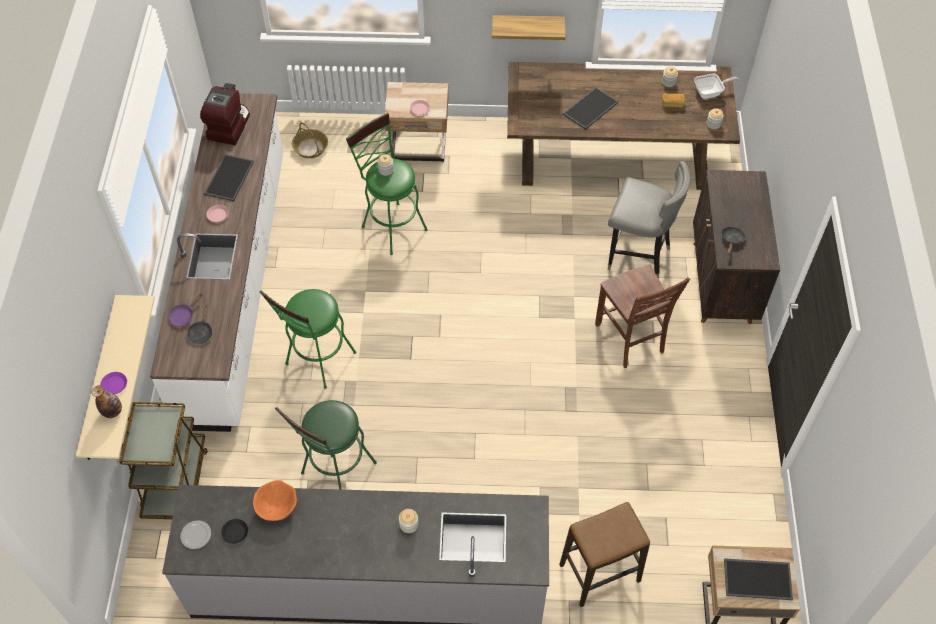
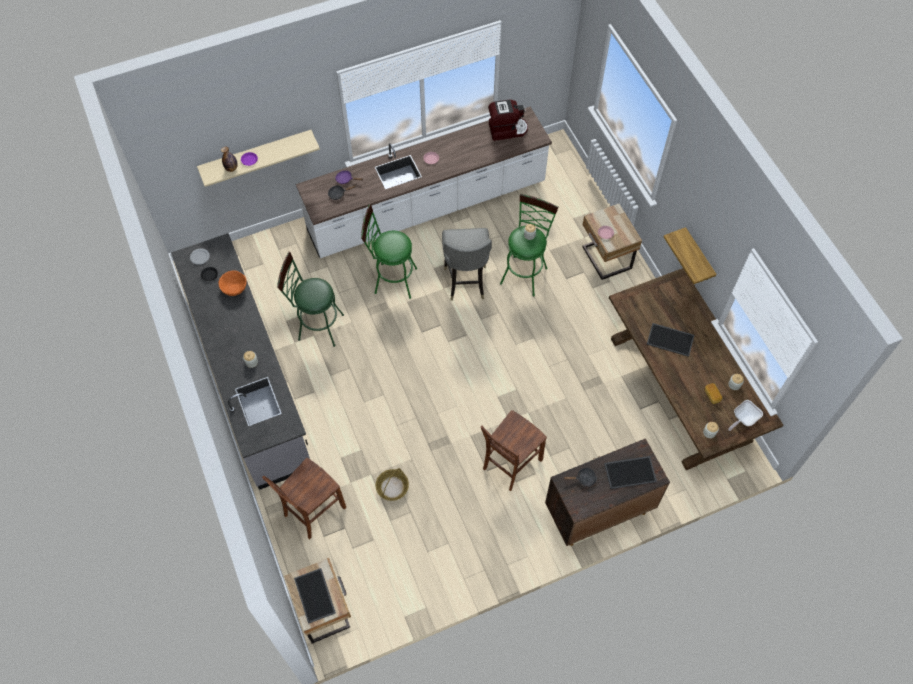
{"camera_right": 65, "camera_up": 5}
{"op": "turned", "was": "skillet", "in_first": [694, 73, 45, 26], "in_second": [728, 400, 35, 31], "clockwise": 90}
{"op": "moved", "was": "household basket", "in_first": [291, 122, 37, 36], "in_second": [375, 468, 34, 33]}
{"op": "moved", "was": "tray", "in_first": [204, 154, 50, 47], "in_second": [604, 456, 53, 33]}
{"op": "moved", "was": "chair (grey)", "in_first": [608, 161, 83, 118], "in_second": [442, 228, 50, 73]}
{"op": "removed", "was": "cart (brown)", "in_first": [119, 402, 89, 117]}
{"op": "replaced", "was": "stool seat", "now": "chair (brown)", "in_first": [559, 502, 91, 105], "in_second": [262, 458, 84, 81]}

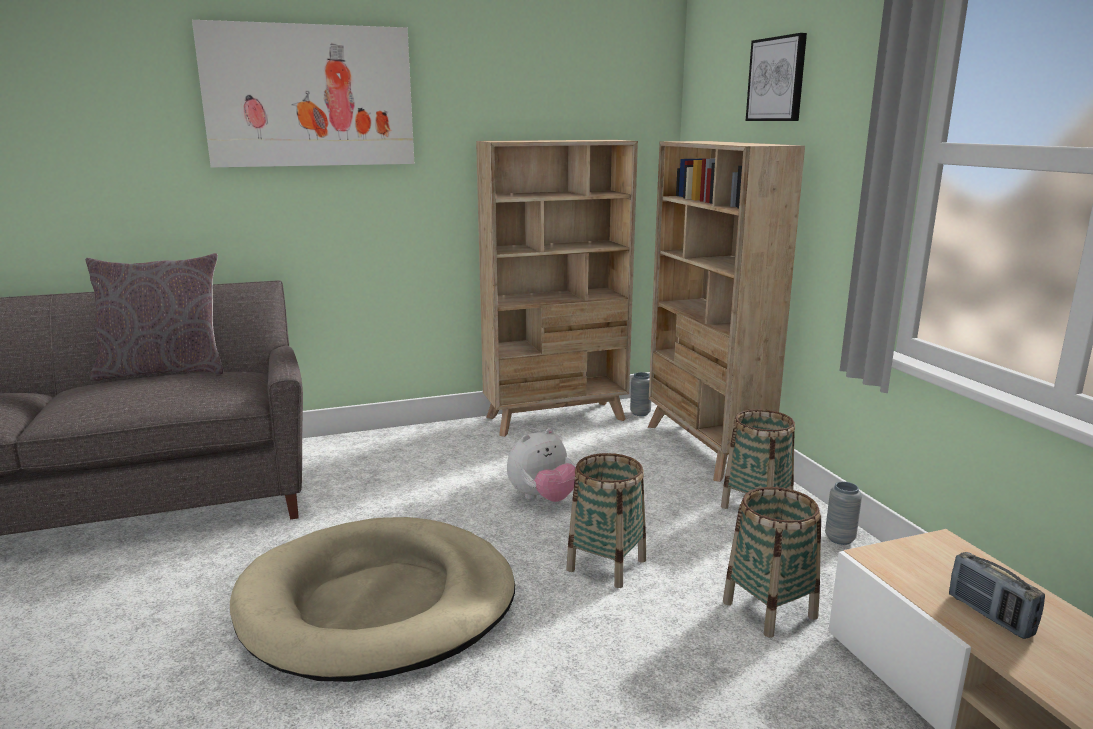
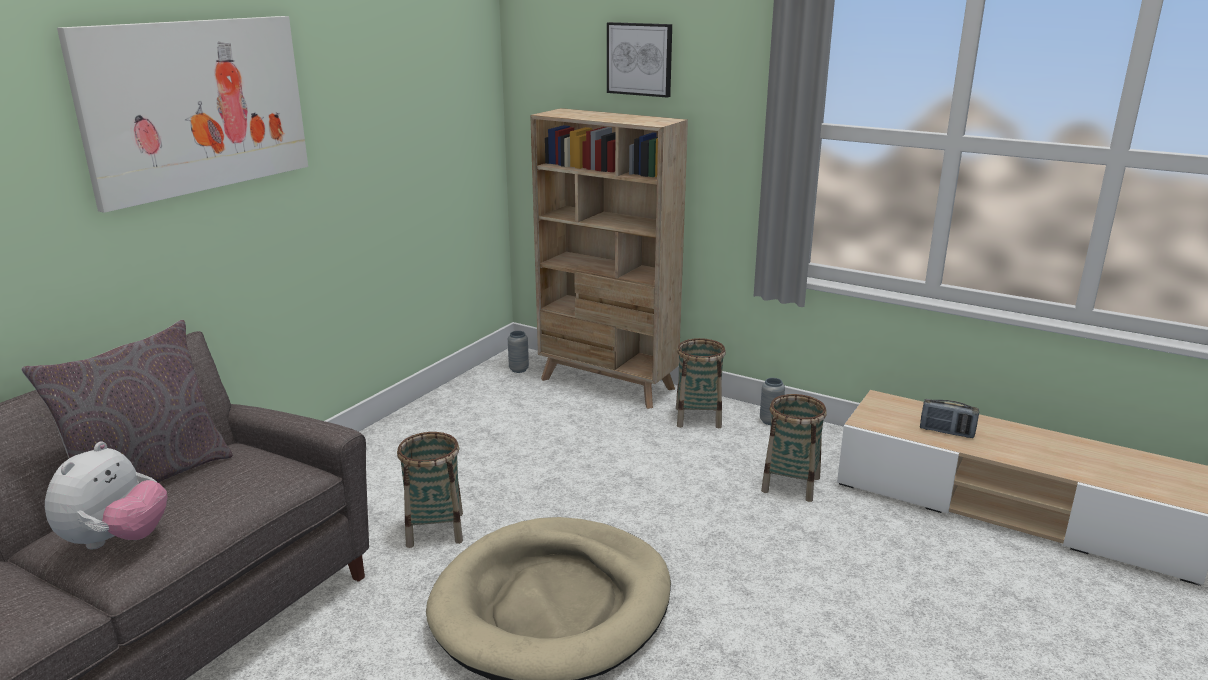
{"camera_right": -40, "camera_up": 5}
{"op": "removed", "was": "bookcase (beige-coloured)", "in_first": [476, 140, 162, 297]}
{"op": "moved", "was": "cuddly toy", "in_first": [507, 428, 69, 74], "in_second": [45, 442, 122, 107]}
{"op": "moved", "was": "household basket", "in_first": [566, 453, 80, 135], "in_second": [397, 432, 66, 116]}

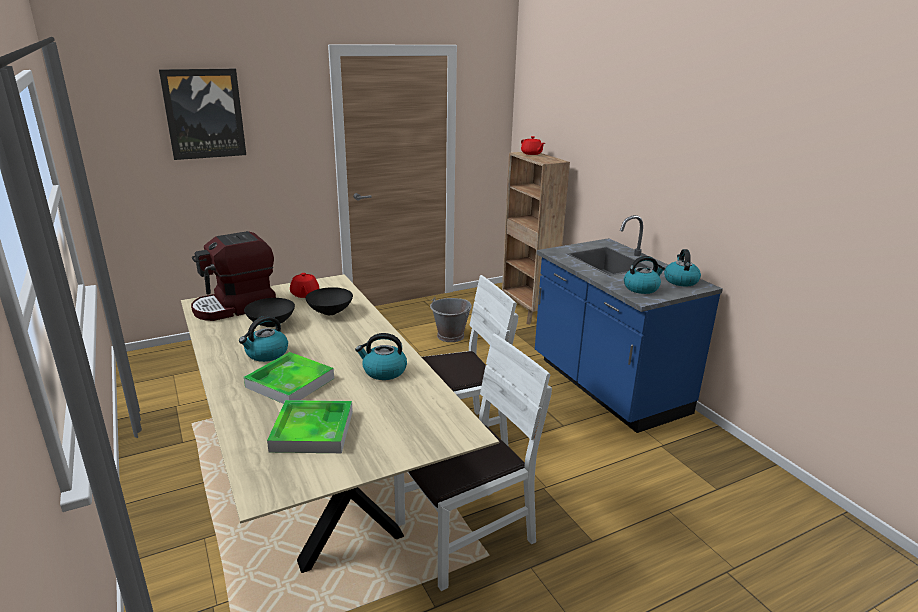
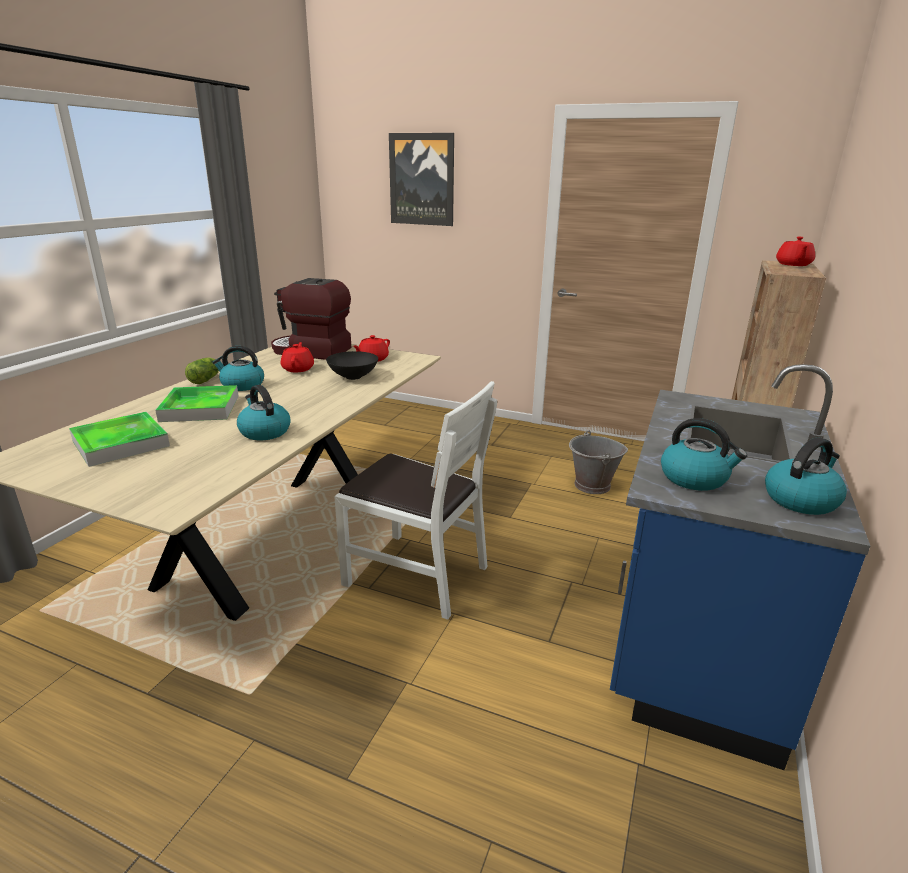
{"camera_right": 50, "camera_up": 0}
{"op": "replaced", "was": "bowl (black)", "now": "tea pot (red)", "in_first": [244, 298, 51, 29], "in_second": [281, 342, 33, 30]}
{"op": "removed", "was": "chair (white-coloured)", "in_first": [394, 334, 158, 257]}
{"op": "added", "now": "head of lettuce", "in_second": [185, 357, 34, 27]}

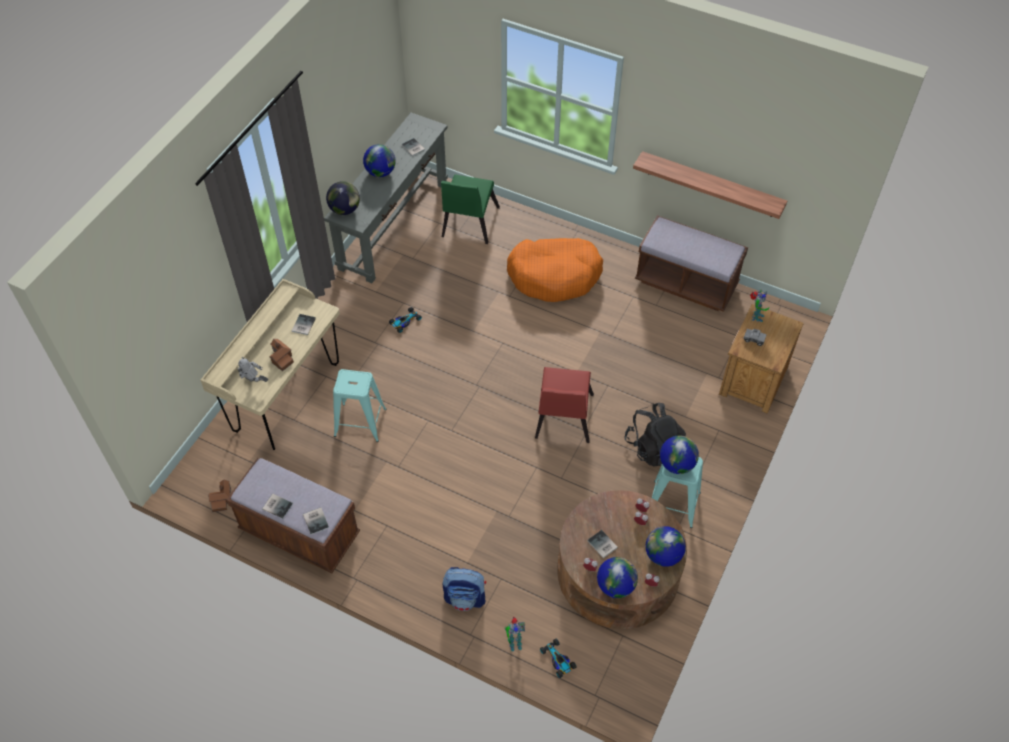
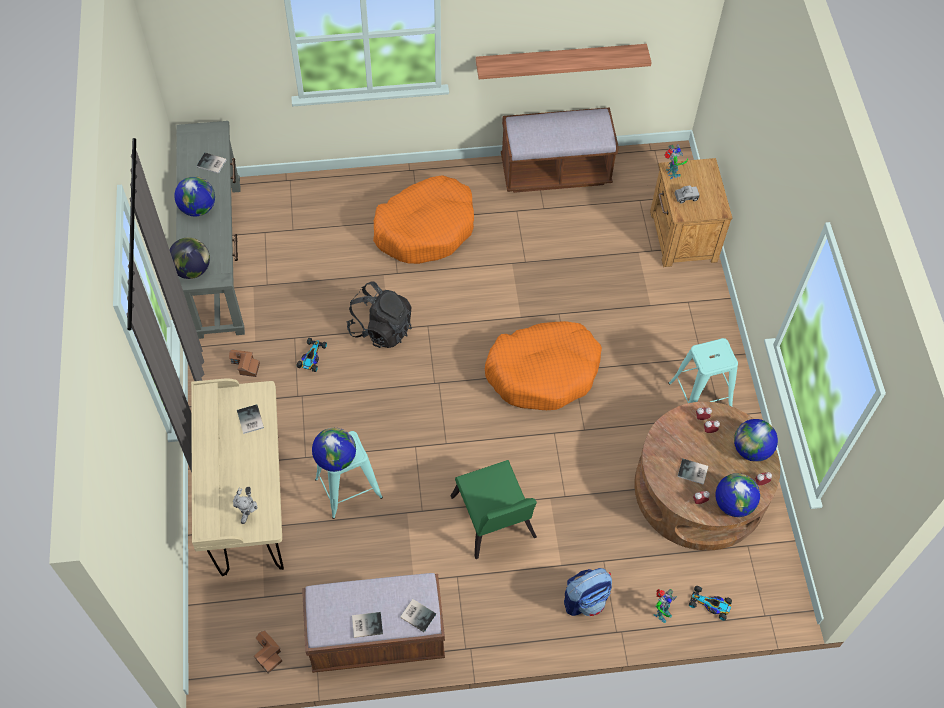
{"camera_right": -35, "camera_up": 5}
{"op": "moved", "was": "chair (greenish)", "in_first": [441, 174, 59, 70], "in_second": [451, 460, 86, 99]}
{"op": "moved", "was": "miniature house", "in_first": [269, 339, 25, 32], "in_second": [229, 349, 31, 28]}
{"op": "turned", "was": "model robot", "in_first": [238, 357, 30, 25], "in_second": [233, 487, 25, 37], "clockwise": -75}
{"op": "replaced", "was": "chair (red)", "now": "dog cushion (orange)", "in_first": [535, 367, 59, 76], "in_second": [485, 321, 117, 89]}
{"op": "moved", "was": "backpack (black)", "in_first": [625, 403, 61, 64], "in_second": [347, 281, 65, 67]}
{"op": "moved", "was": "desk globe", "in_first": [660, 436, 39, 38], "in_second": [312, 428, 44, 44]}

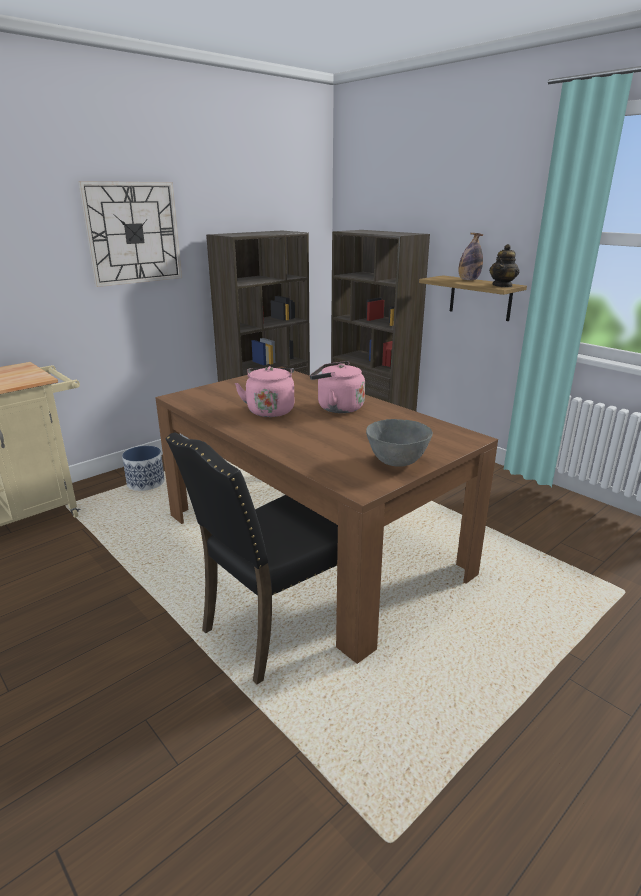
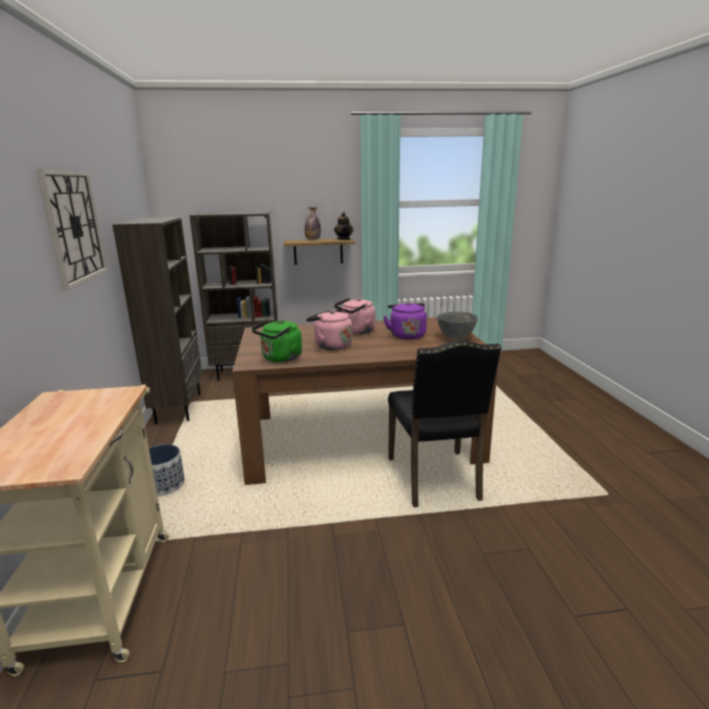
{"camera_right": -55, "camera_up": -5}
{"op": "added", "now": "water kettle (purple-coloured)", "in_second": [383, 302, 44, 38]}
{"op": "added", "now": "water kettle (greenish)", "in_second": [252, 320, 50, 42]}

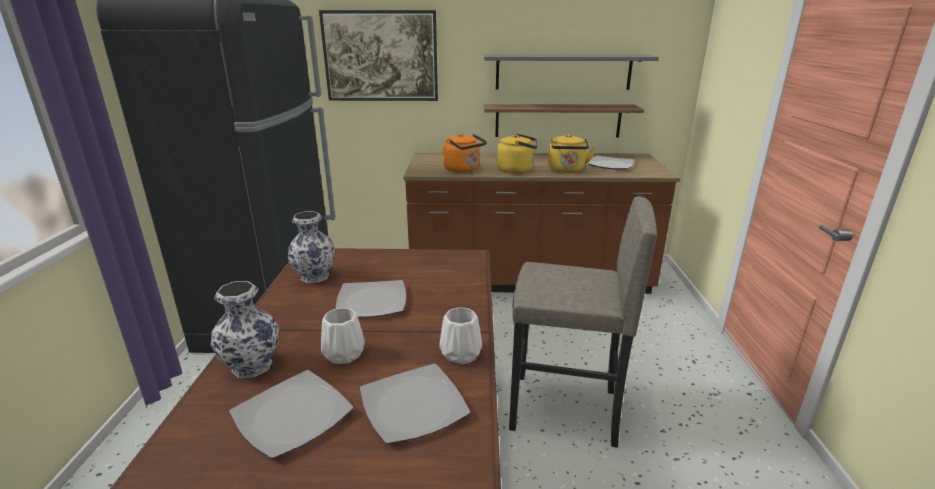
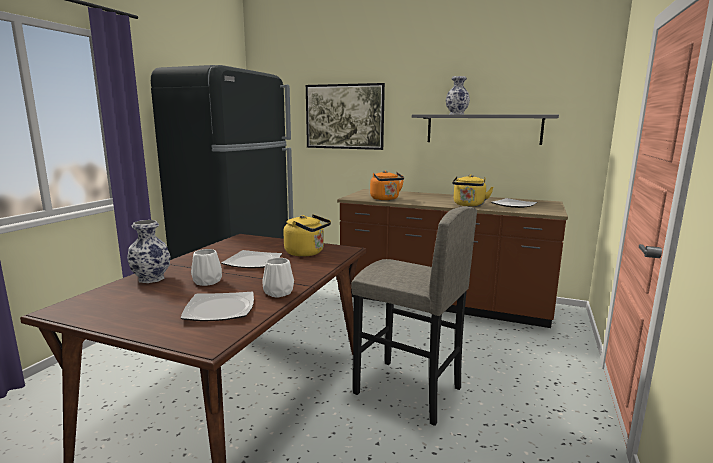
{"camera_right": 20, "camera_up": -10}
{"op": "removed", "was": "shelf", "in_first": [484, 104, 160, 34]}
{"op": "moved", "was": "water kettle (yellowish)", "in_first": [496, 133, 42, 41], "in_second": [283, 214, 48, 43]}
{"op": "moved", "was": "decorative vase", "in_first": [287, 211, 48, 72], "in_second": [446, 76, 24, 39]}
{"op": "removed", "was": "flat dish", "in_first": [229, 370, 124, 89]}

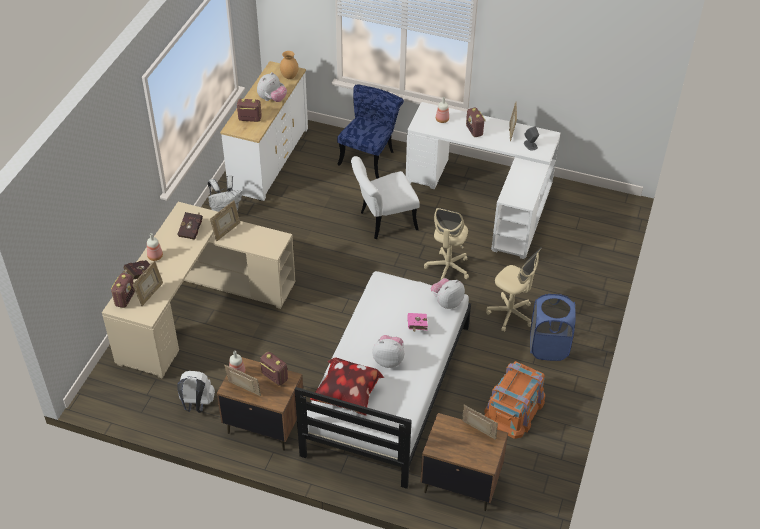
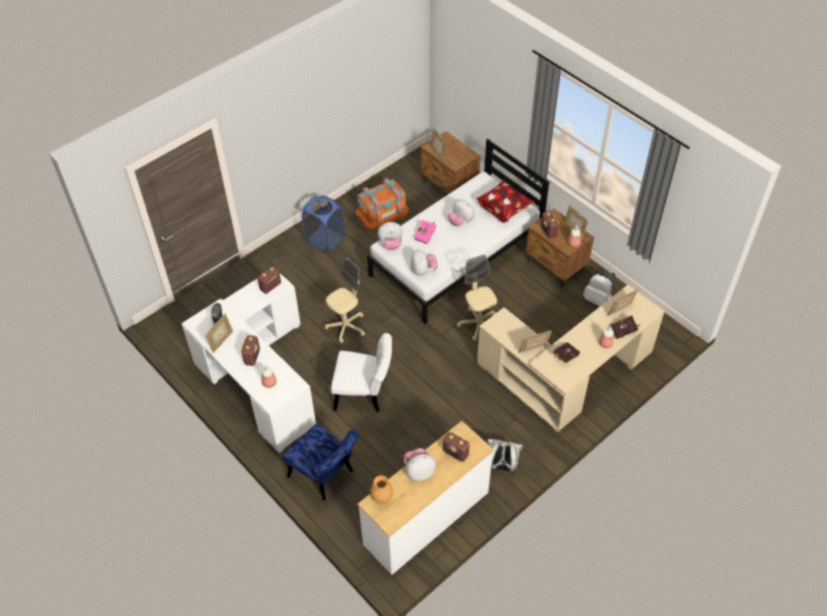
{"camera_right": -150, "camera_up": 5}
{"op": "turned", "was": "chair (bluish)", "in_first": [337, 84, 67, 94], "in_second": [283, 423, 76, 77], "clockwise": -105}
{"op": "moved", "was": "desk chair (beige-coloured)", "in_first": [486, 247, 56, 85], "in_second": [457, 255, 40, 86]}
{"op": "moved", "was": "radio", "in_first": [111, 273, 24, 35], "in_second": [258, 266, 23, 28]}
{"op": "added", "now": "cuddly toy", "in_second": [411, 249, 27, 27]}

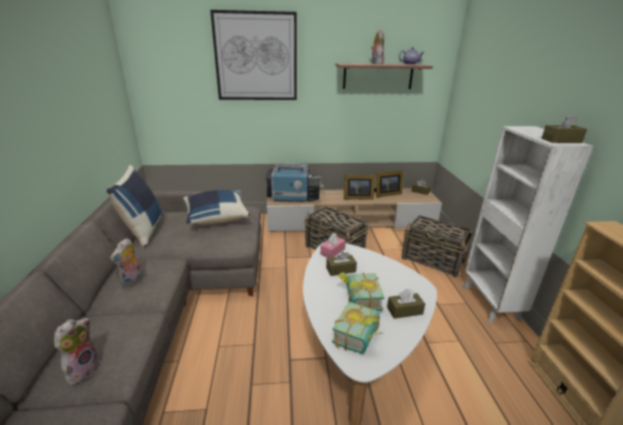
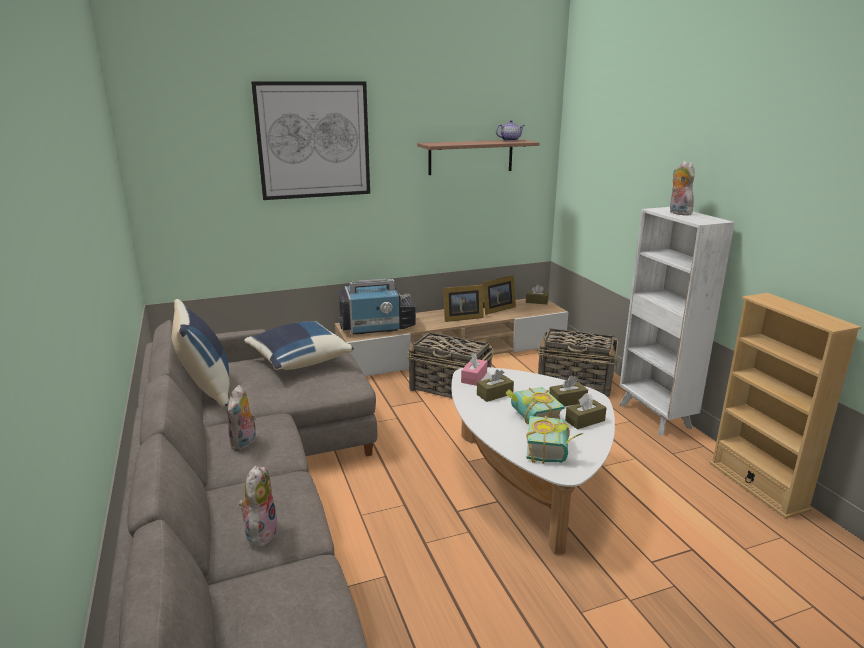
{"camera_right": -15, "camera_up": -5}
{"op": "moved", "was": "cuddly toy", "in_first": [371, 29, 13, 35], "in_second": [670, 161, 25, 54]}
{"op": "moved", "was": "tissue holder (brown)", "in_first": [542, 114, 45, 29], "in_second": [549, 376, 39, 31]}

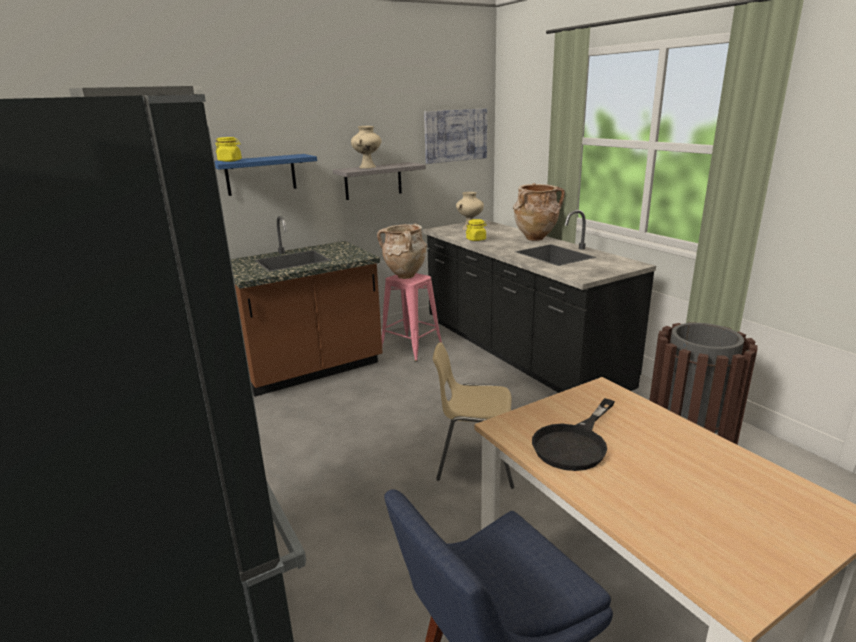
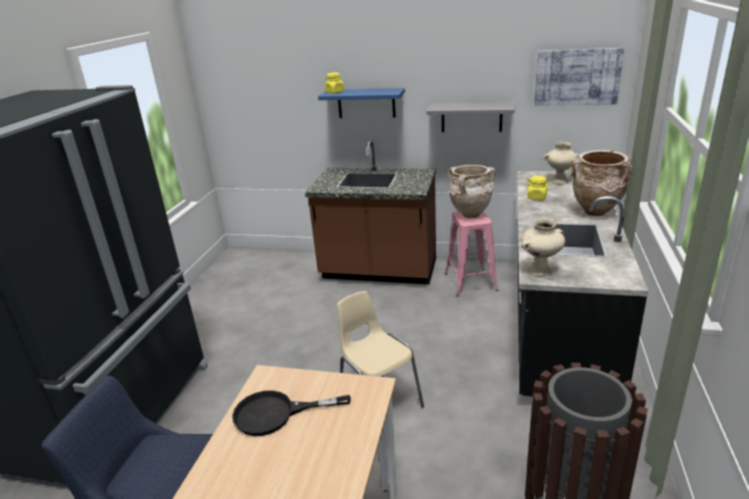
{"camera_right": 45, "camera_up": 5}
{"op": "moved", "was": "decorative vase (beige-coloured)", "in_first": [351, 126, 30, 43], "in_second": [521, 218, 44, 58]}

